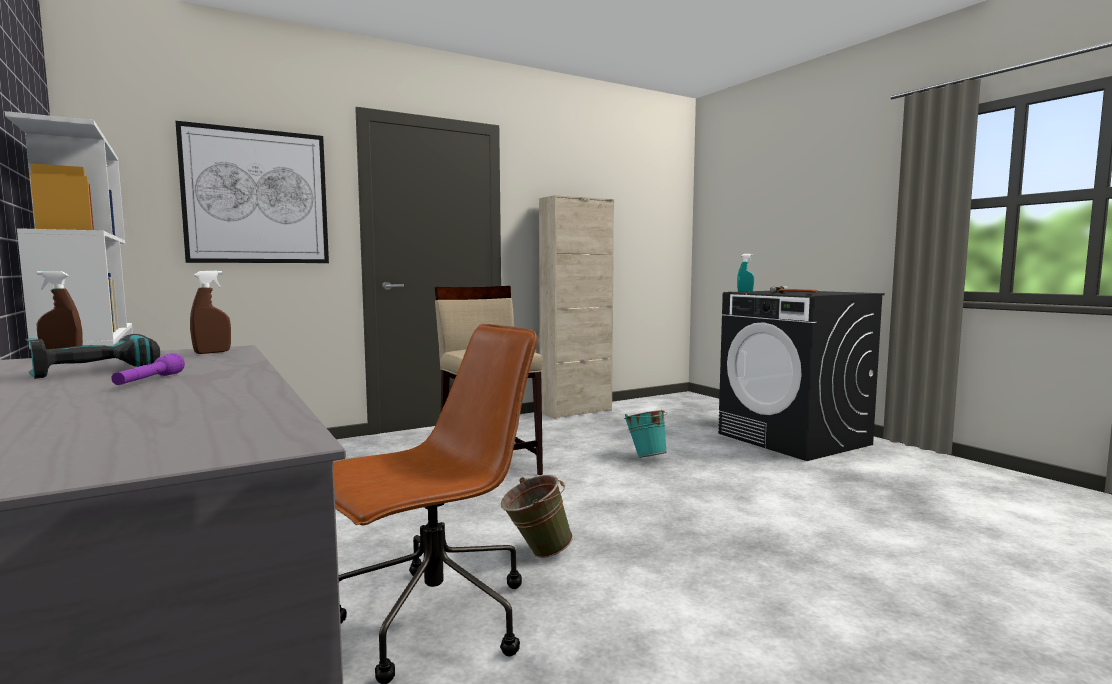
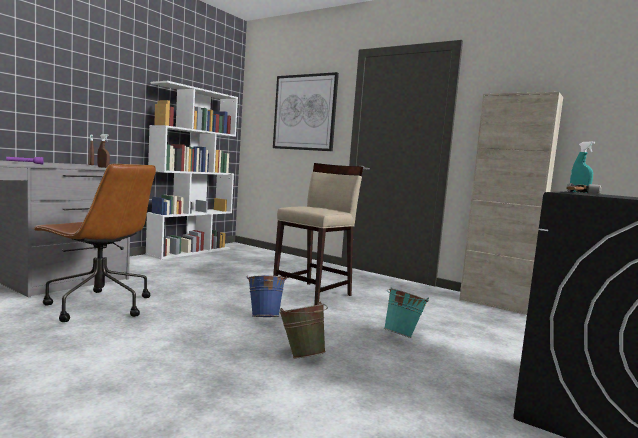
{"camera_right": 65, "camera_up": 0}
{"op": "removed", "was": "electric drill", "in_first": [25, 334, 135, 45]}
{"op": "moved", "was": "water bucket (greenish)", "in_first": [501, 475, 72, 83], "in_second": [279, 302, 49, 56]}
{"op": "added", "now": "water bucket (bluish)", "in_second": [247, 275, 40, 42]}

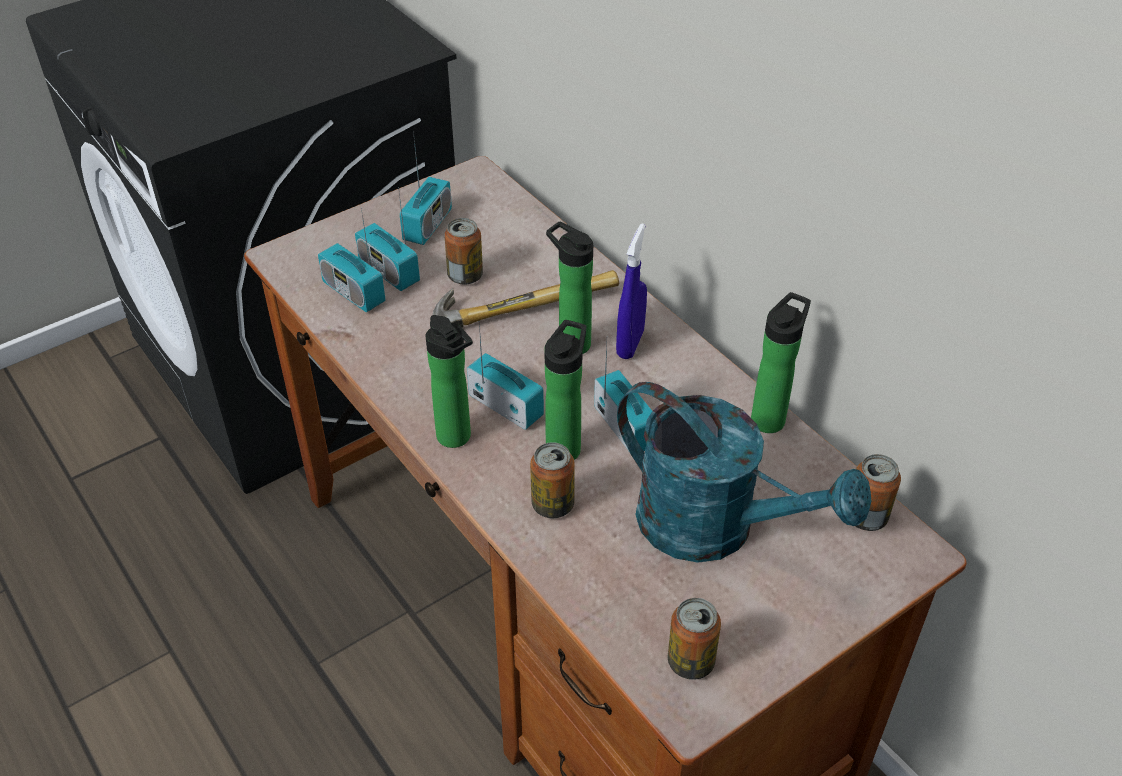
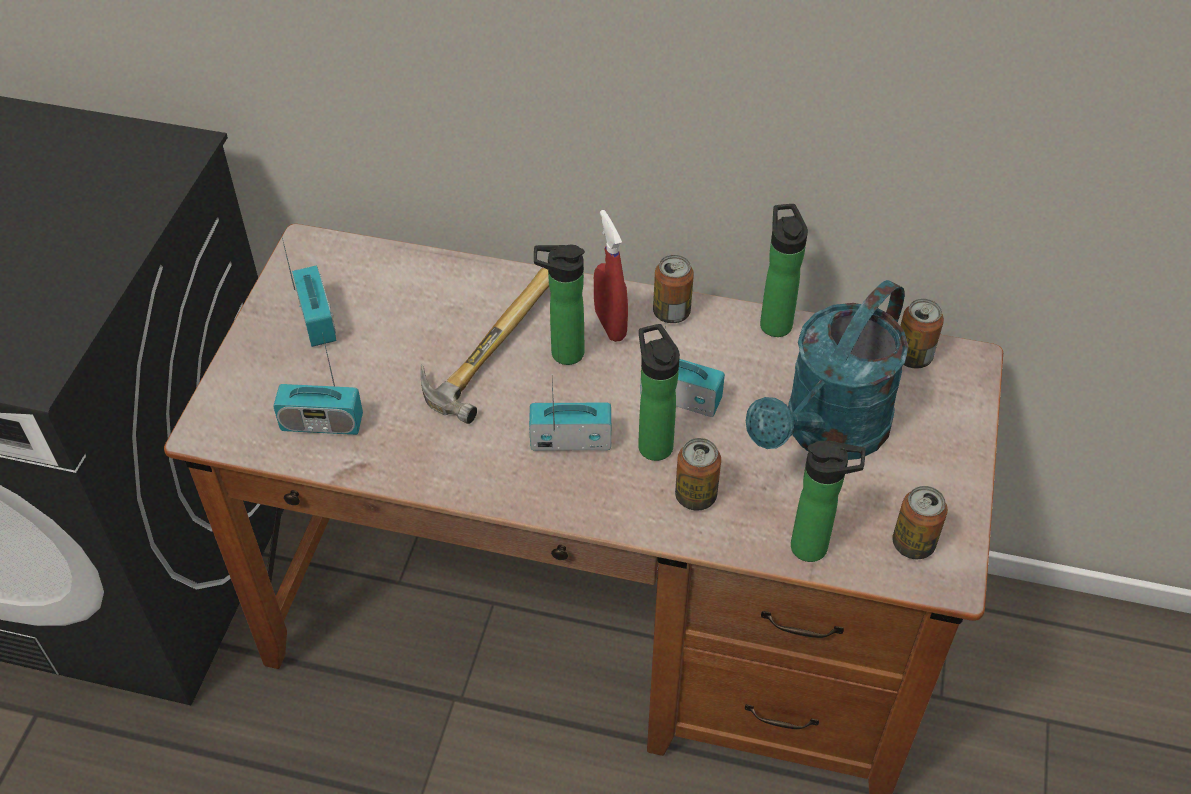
{"camera_right": -40, "camera_up": 5}
{"op": "removed", "was": "radio", "in_first": [355, 187, 65, 104]}
{"op": "moved", "was": "metal can", "in_first": [444, 218, 39, 67], "in_second": [653, 255, 41, 68]}
{"op": "recoloured", "was": "sprayer (bluish)", "now": "sprayer (red)", "in_first": [616, 224, 31, 135], "in_second": [594, 210, 34, 132]}
{"op": "moved", "was": "drink bottle", "in_first": [426, 315, 47, 133], "in_second": [791, 441, 74, 121]}
{"op": "turned", "was": "sprinkling can (turquoise)", "in_first": [617, 382, 255, 181], "in_second": [746, 280, 163, 180], "clockwise": 135}

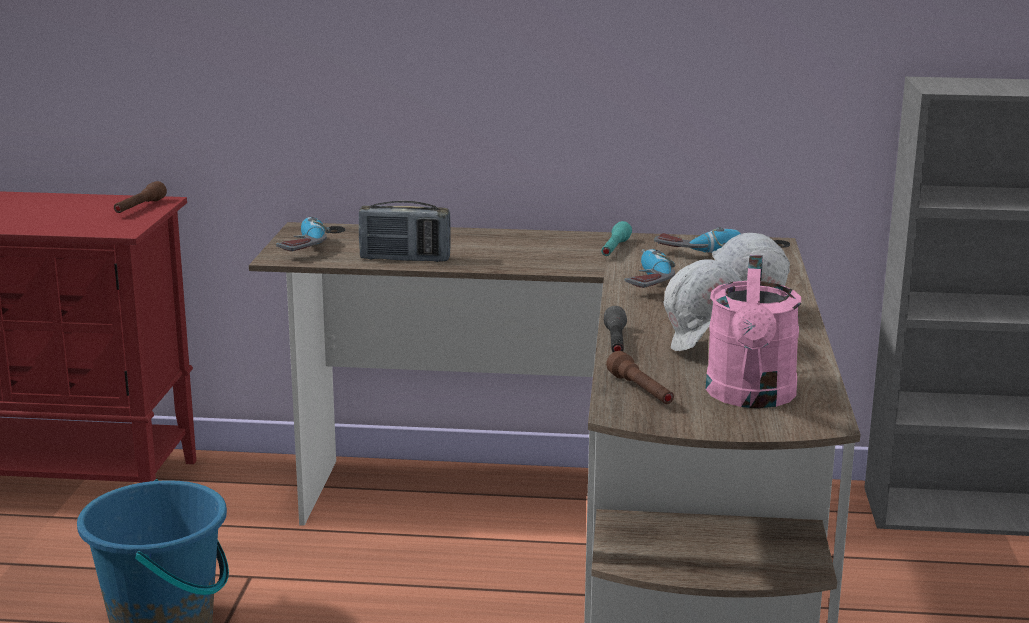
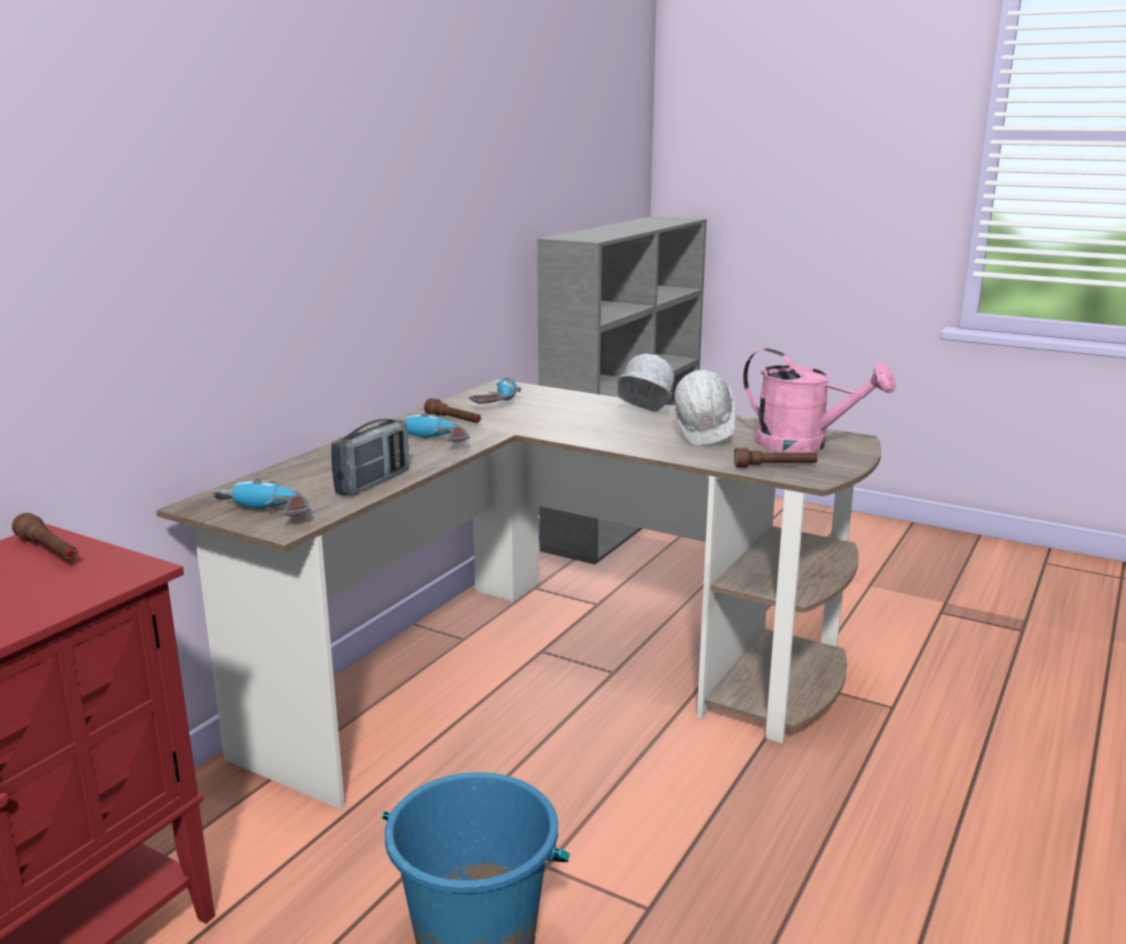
{"camera_right": -65, "camera_up": 0}
{"op": "recoloured", "was": "torch (turquoise)", "now": "torch (brown)", "in_first": [601, 221, 31, 35], "in_second": [424, 398, 57, 25]}
{"op": "moved", "was": "electric drill", "in_first": [625, 249, 50, 39], "in_second": [403, 413, 67, 29]}
{"op": "removed", "was": "torch (grey)", "in_first": [604, 306, 23, 46]}

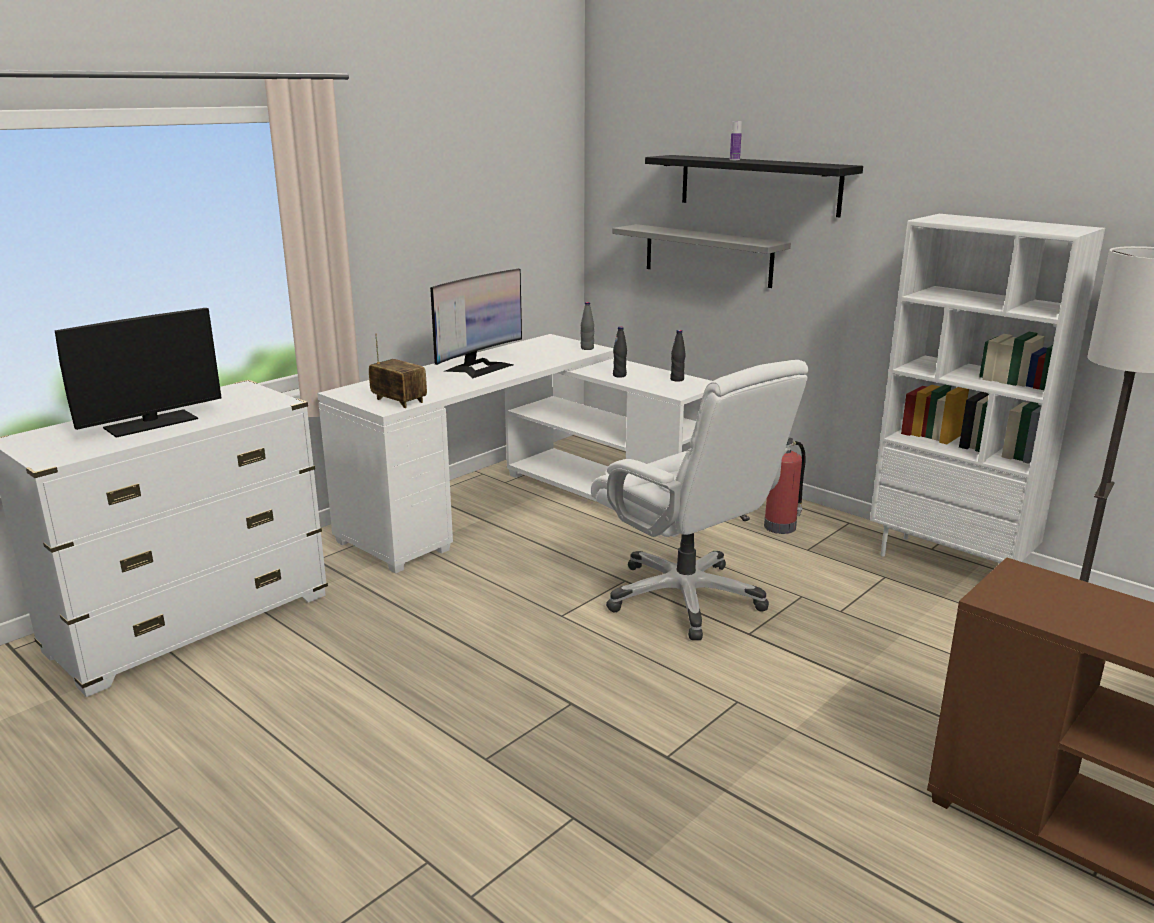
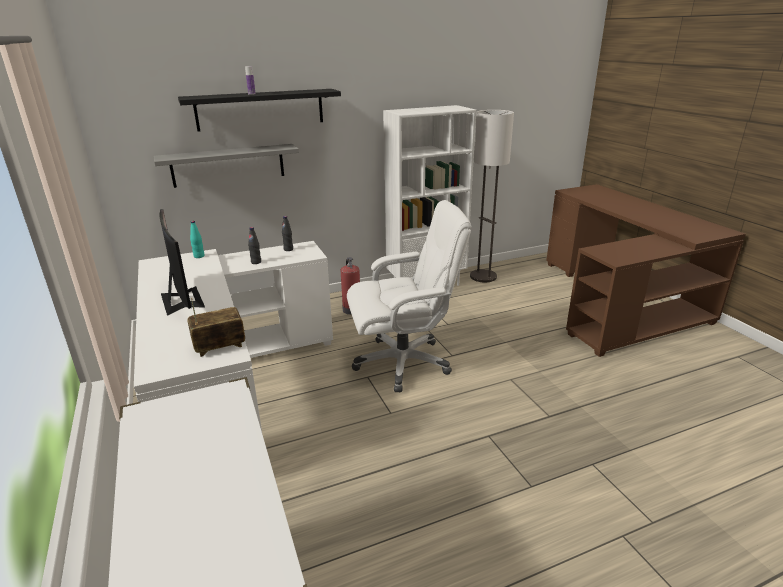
{"camera_right": -65, "camera_up": 5}
{"op": "recoloured", "was": "drink bottle (grey)", "now": "drink bottle (turquoise)", "in_first": [581, 302, 13, 48], "in_second": [190, 221, 14, 37]}
{"op": "removed", "was": "monitor", "in_first": [55, 308, 167, 130]}

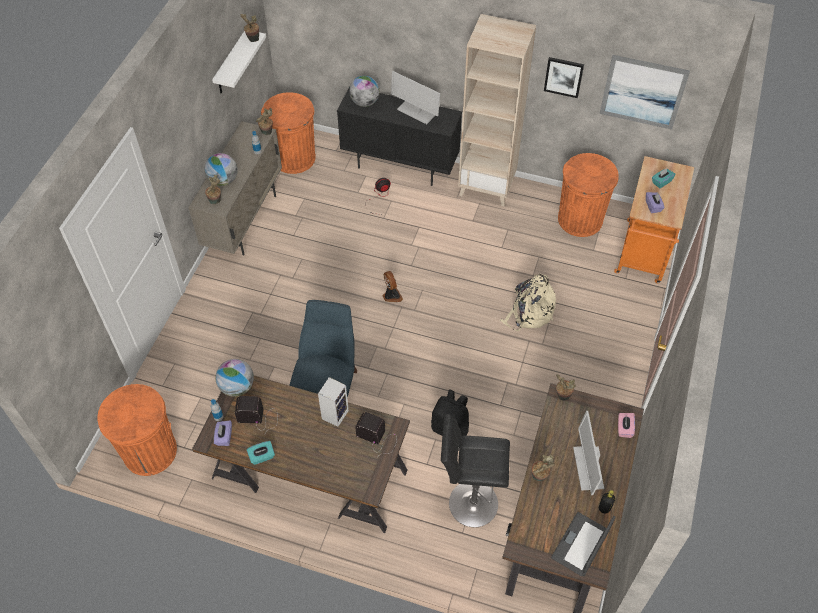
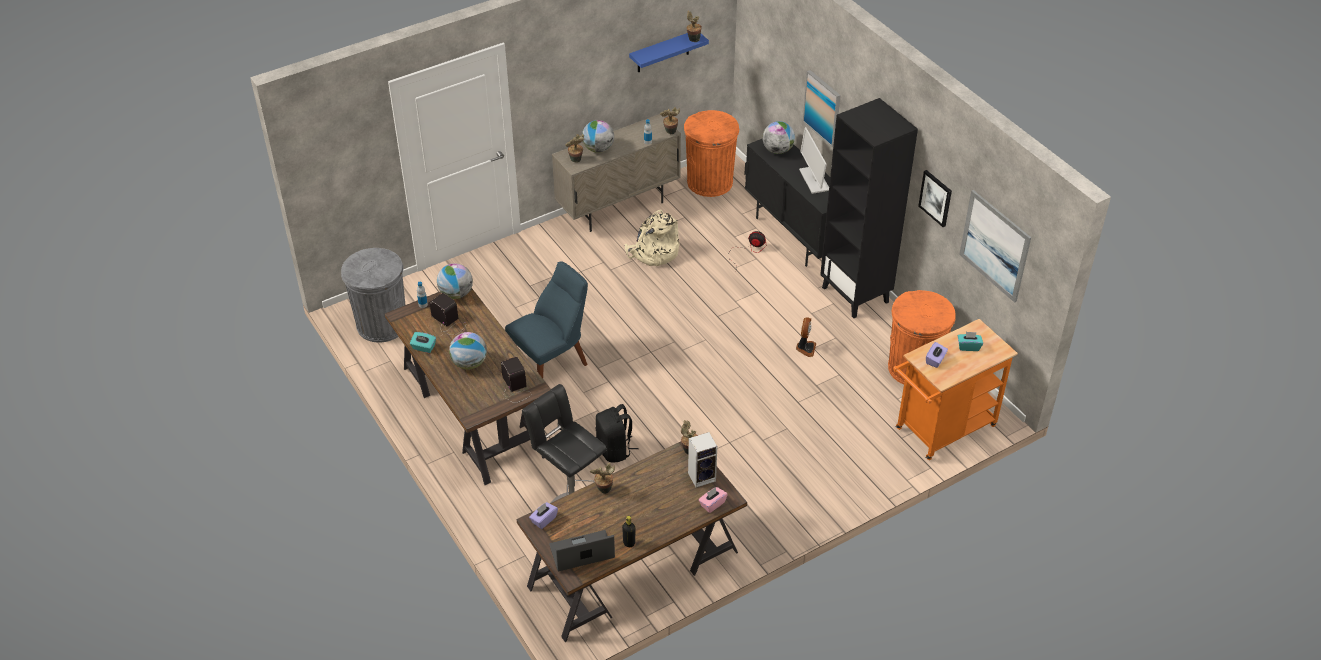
{"camera_right": 40, "camera_up": -10}
{"op": "recoloured", "was": "bookcase (beige-coloured)", "now": "bookcase (black)", "in_first": [458, 14, 78, 193], "in_second": [820, 98, 98, 220]}
{"op": "recoloured", "was": "shelf (white-coloured)", "now": "shelf (bluish)", "in_first": [212, 31, 54, 62], "in_second": [629, 33, 80, 39]}
{"op": "moved", "was": "electric fan", "in_first": [382, 271, 21, 31], "in_second": [796, 317, 20, 40]}
{"op": "moved", "was": "backpack (beige-coloured)", "in_first": [500, 273, 56, 58], "in_second": [625, 210, 55, 56]}
{"op": "moved", "was": "audio speaker", "in_first": [318, 377, 31, 50], "in_second": [688, 432, 29, 56]}
{"op": "recoloured", "was": "trash can (orange)", "now": "trash can (grey)", "in_first": [97, 384, 80, 92], "in_second": [341, 248, 64, 95]}
{"op": "removed", "was": "monitor", "in_first": [573, 411, 31, 84]}
{"op": "moved", "was": "tissue holder (purple-coloured)", "in_first": [214, 421, 18, 25], "in_second": [529, 502, 29, 27]}
{"op": "added", "now": "wall picture", "in_second": [803, 70, 38, 77]}
{"op": "added", "now": "desk globe", "in_second": [449, 332, 38, 38]}

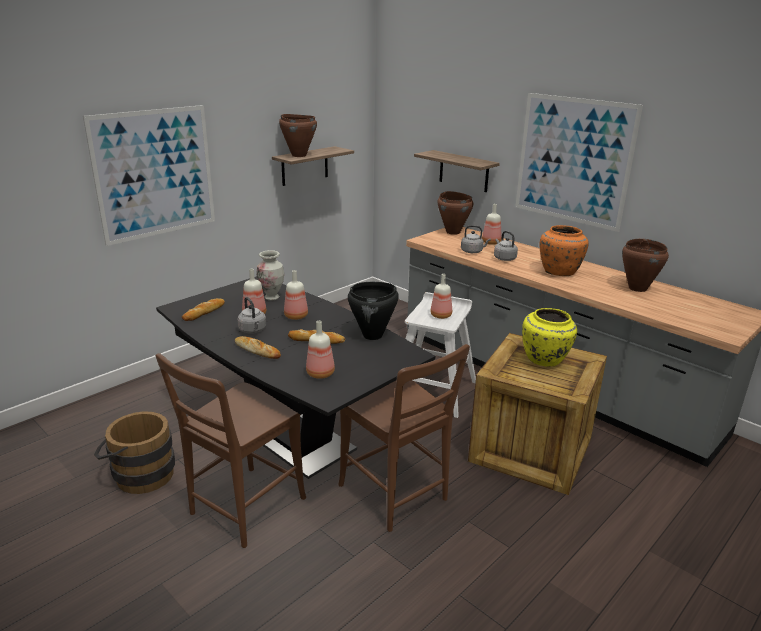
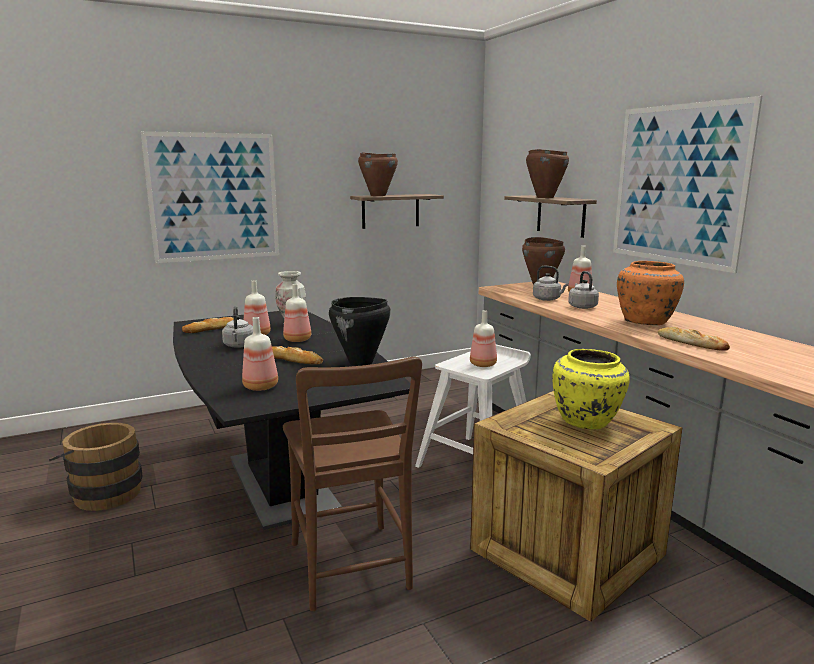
{"camera_right": 20, "camera_up": -10}
{"op": "moved", "was": "cooking pot (brown)", "in_first": [622, 239, 47, 53], "in_second": [526, 149, 43, 49]}
{"op": "moved", "was": "bread", "in_first": [235, 336, 46, 23], "in_second": [658, 327, 72, 24]}
{"op": "removed", "was": "chair (brown)", "in_first": [156, 353, 150, 195]}

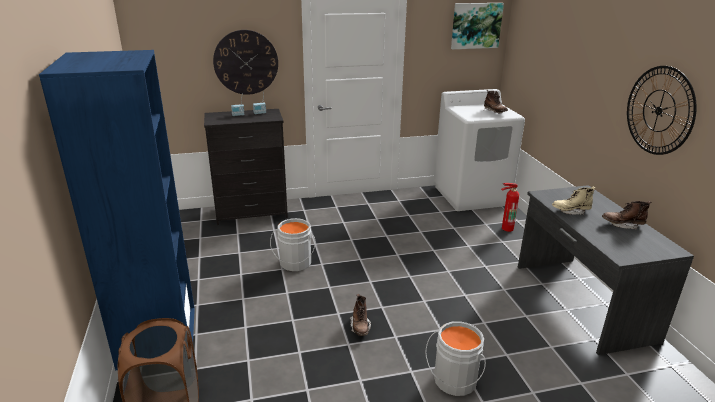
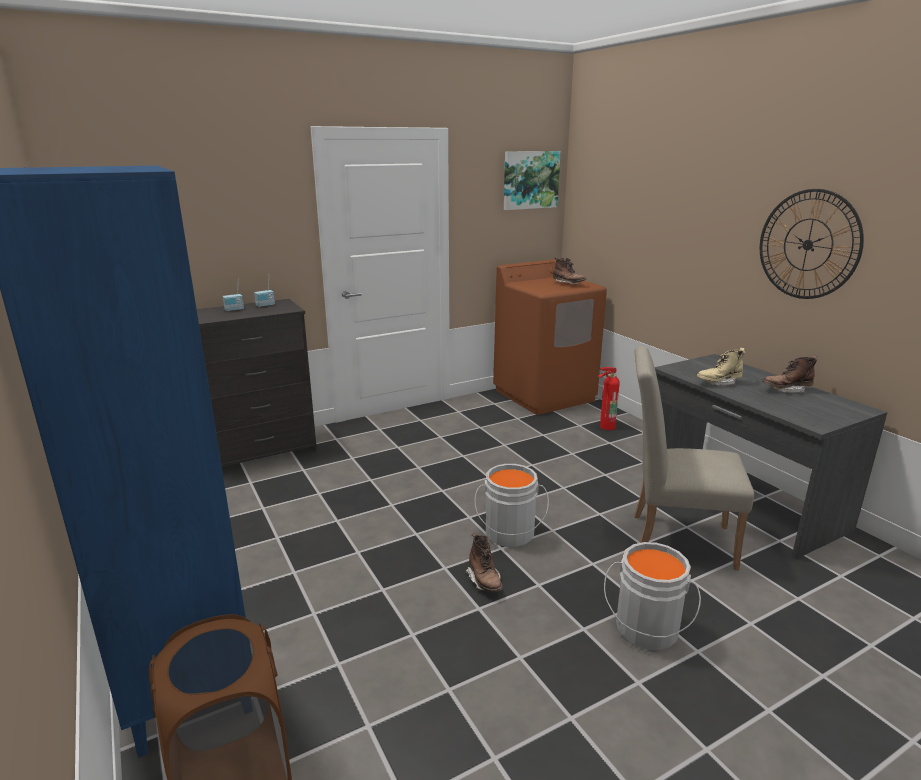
{"camera_right": -15, "camera_up": -5}
{"op": "removed", "was": "hanging clock", "in_first": [213, 30, 65, 65]}
{"op": "recoloured", "was": "washing machine (white-coloured)", "now": "washing machine (brown)", "in_first": [434, 89, 91, 122], "in_second": [493, 259, 114, 156]}
{"op": "moved", "was": "water bucket (grey)", "in_first": [270, 218, 45, 53], "in_second": [475, 464, 74, 83]}
{"op": "added", "now": "chair (beige-coloured)", "in_second": [635, 346, 119, 224]}

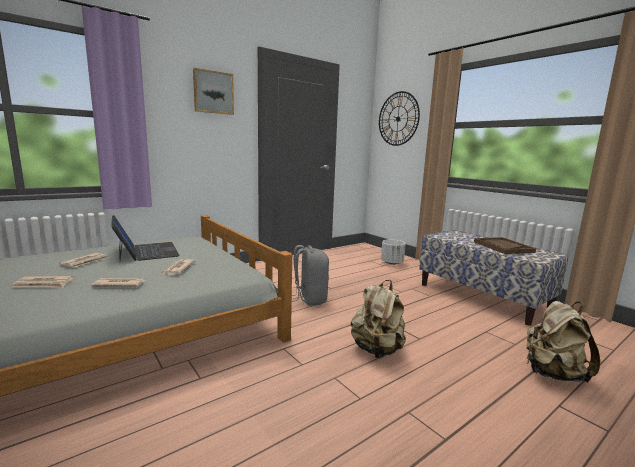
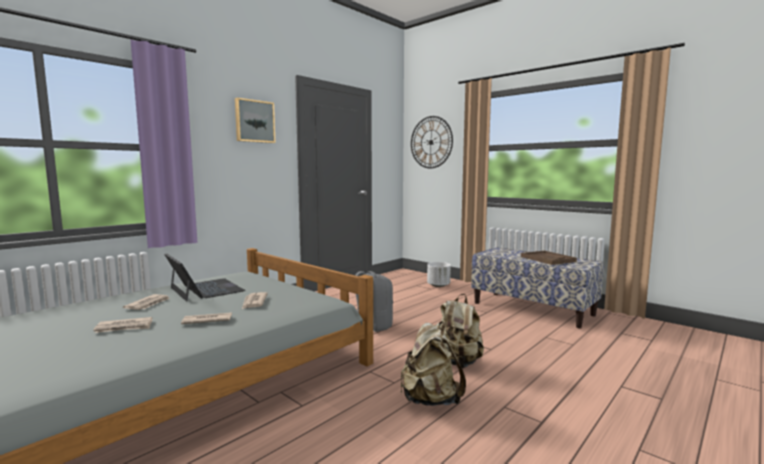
{"camera_right": -10, "camera_up": -5}
{"op": "moved", "was": "backpack (beige-coloured)", "in_first": [526, 301, 74, 81], "in_second": [400, 321, 66, 85]}

